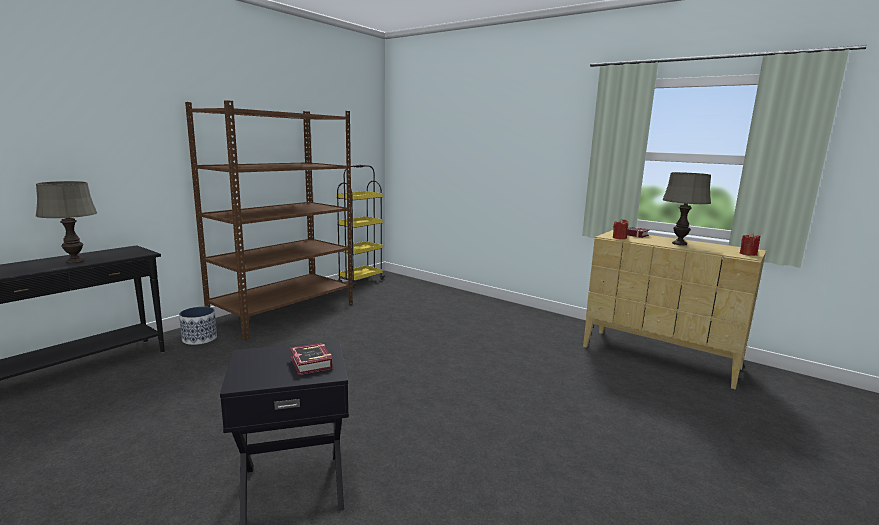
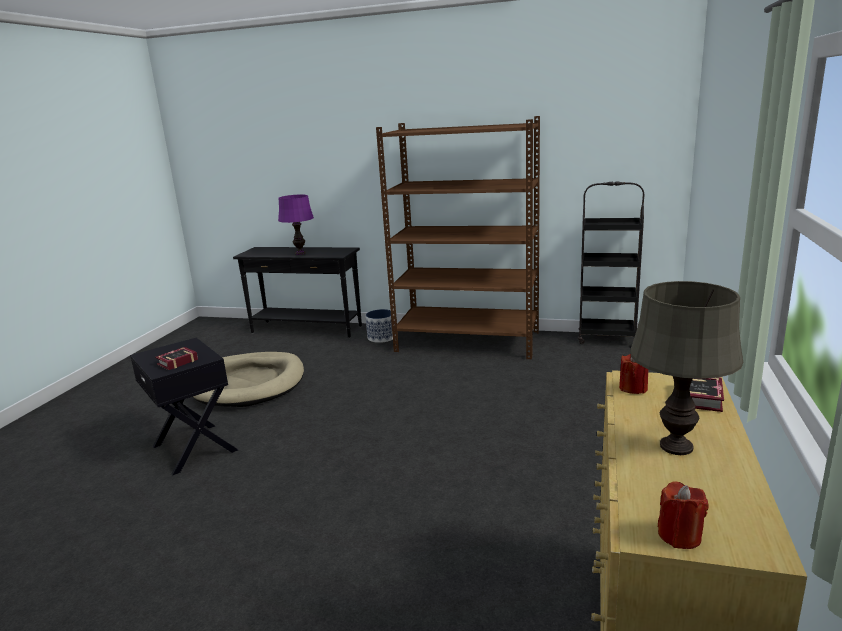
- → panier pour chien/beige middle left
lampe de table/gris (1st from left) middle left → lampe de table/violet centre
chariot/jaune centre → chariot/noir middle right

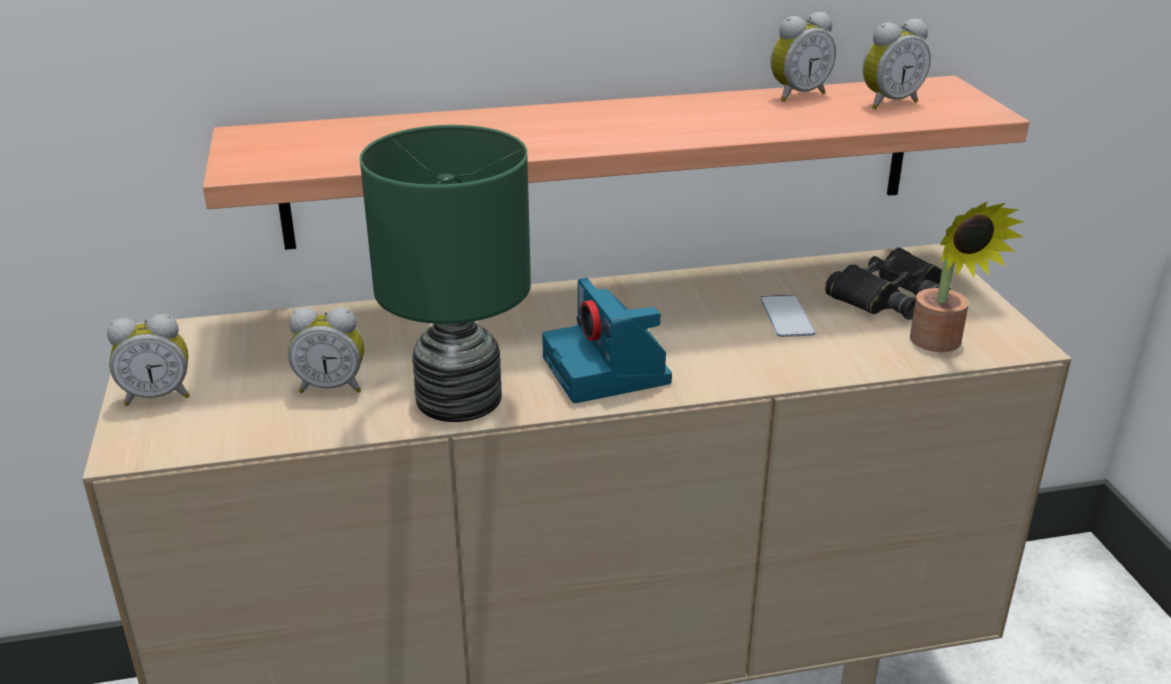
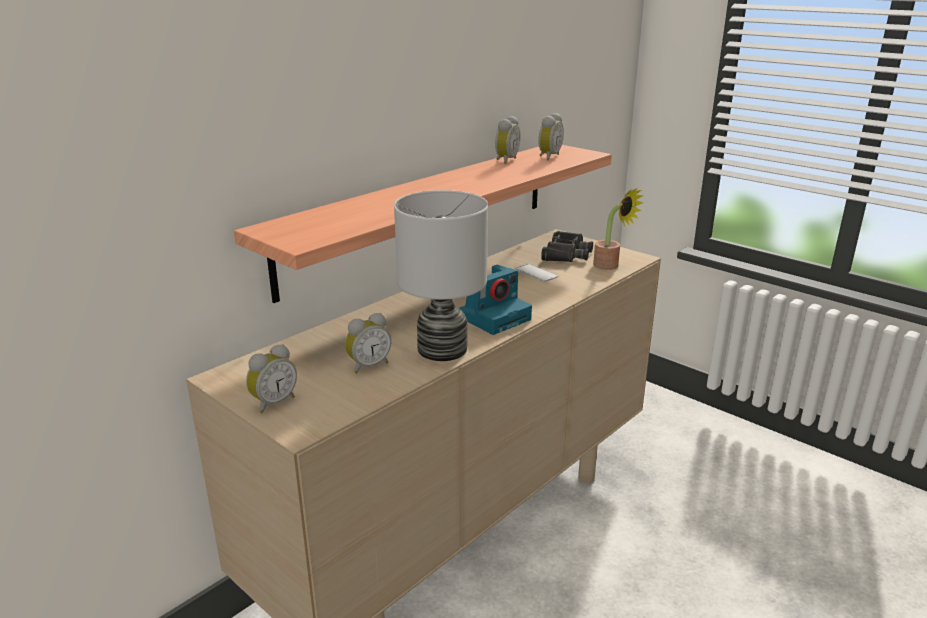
lampe de table/vert centre → lampe de table/gris centre
appareil photo centre, 75 degrees counterclockwise

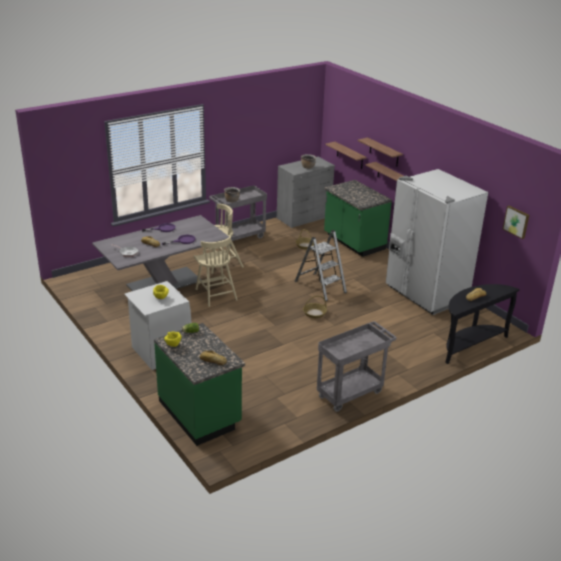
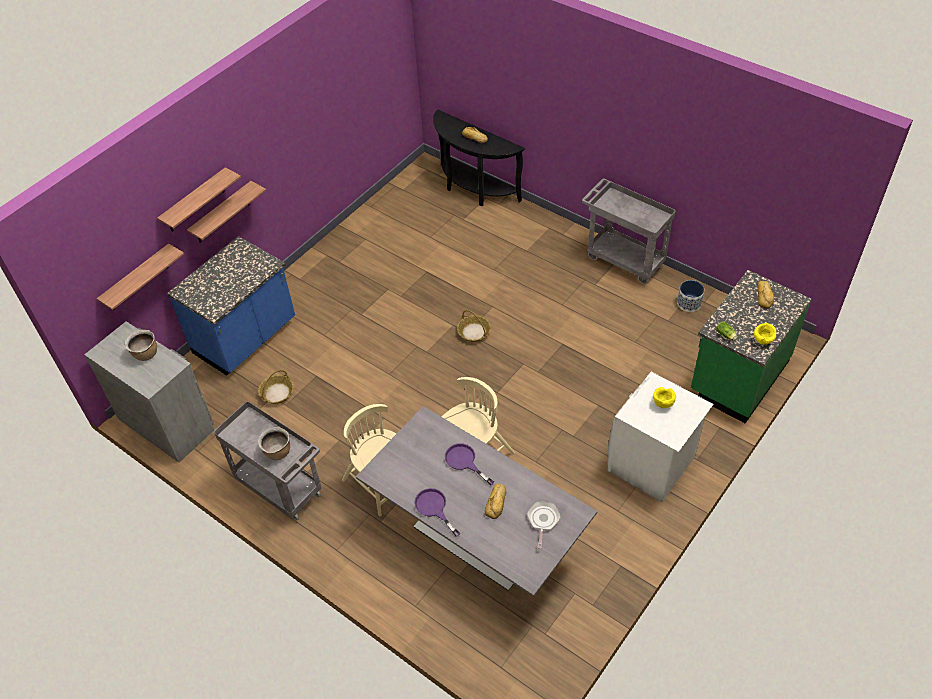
comptoir de cuisine/vert (2nd from left) centre → comptoir de cuisine/bleu middle left
- → cache-pot middle right
escabeau/gris centre → -
réfrigérateur/blanc middle right → -
tableau middle right → -

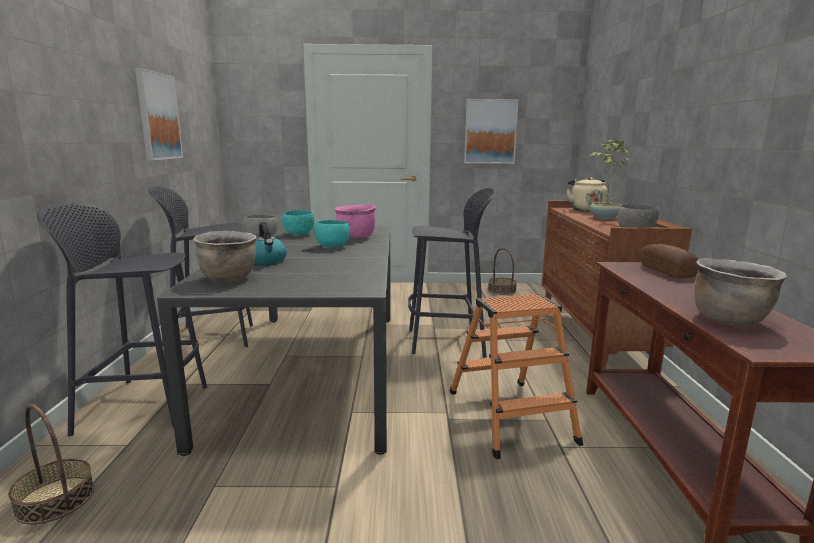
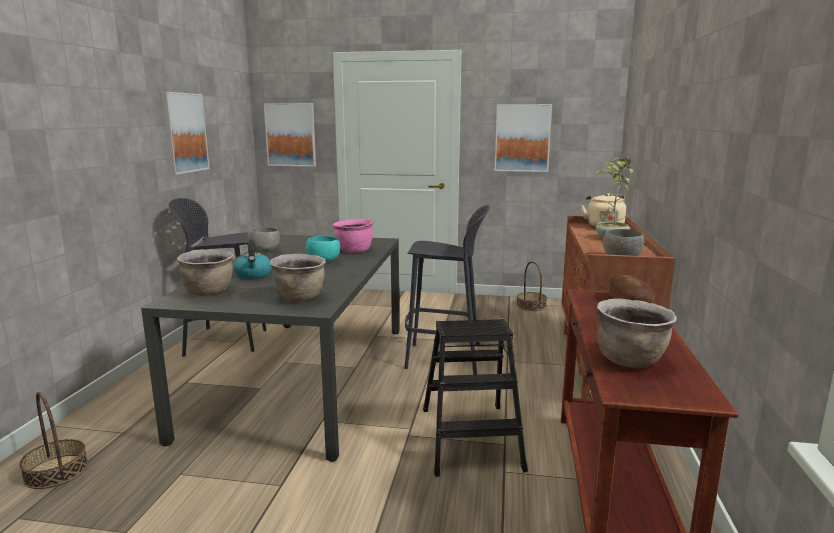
- → tableau (2nd from left) top centre
- → marmite/marron (2nd from left) centre
escabeau/orange bottom centre → escabeau/noir bottom centre
tabouret/gris (1st from left) middle left → -
bol/turquoise (1st from left) centre → -

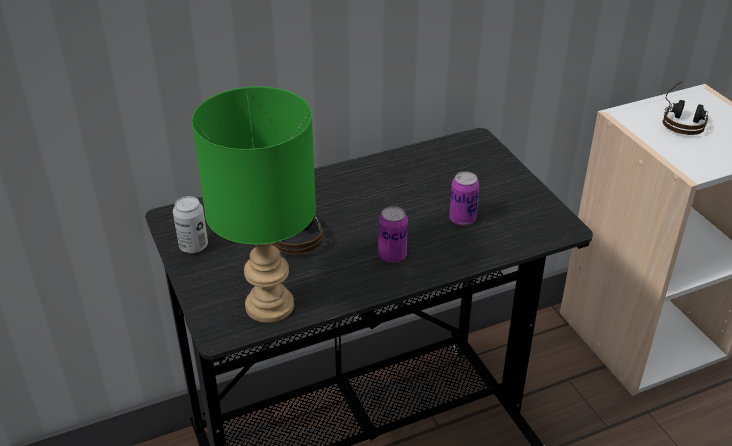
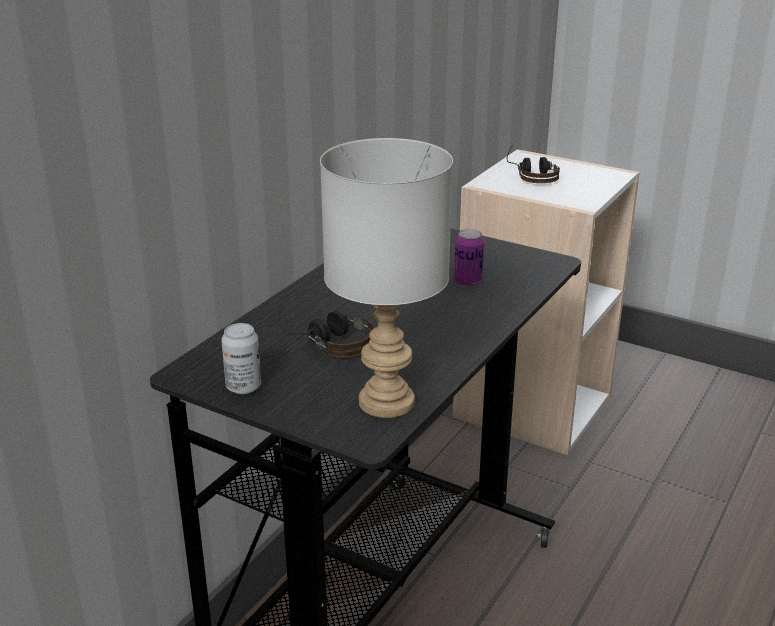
lampe de table/vert centre → lampe de table/gris centre
boîte métallique (2nd from left) centre → -

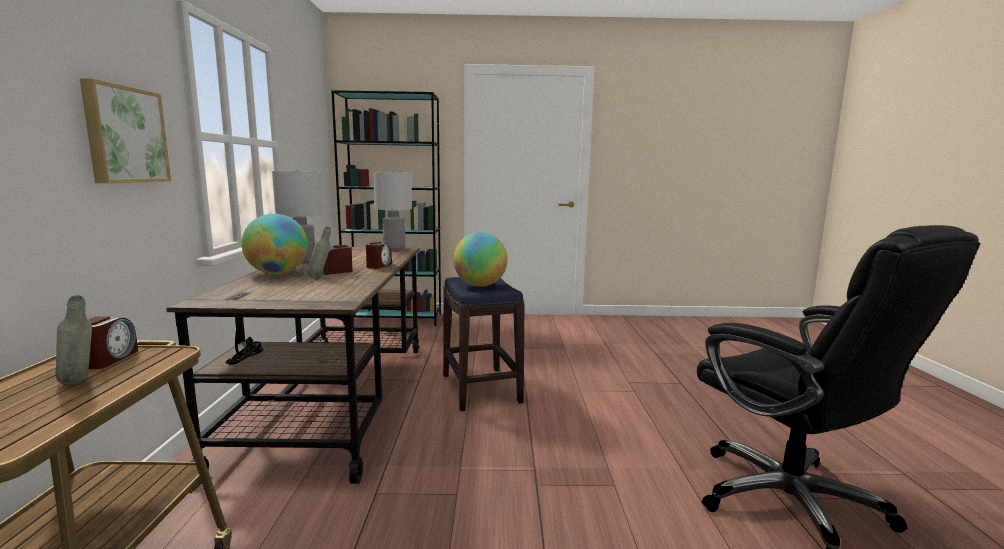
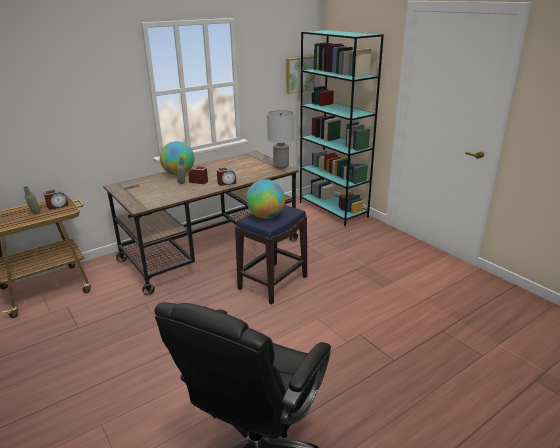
tableau top left → tableau top centre, moved
lampe de table/gris (1st from left) middle left → -

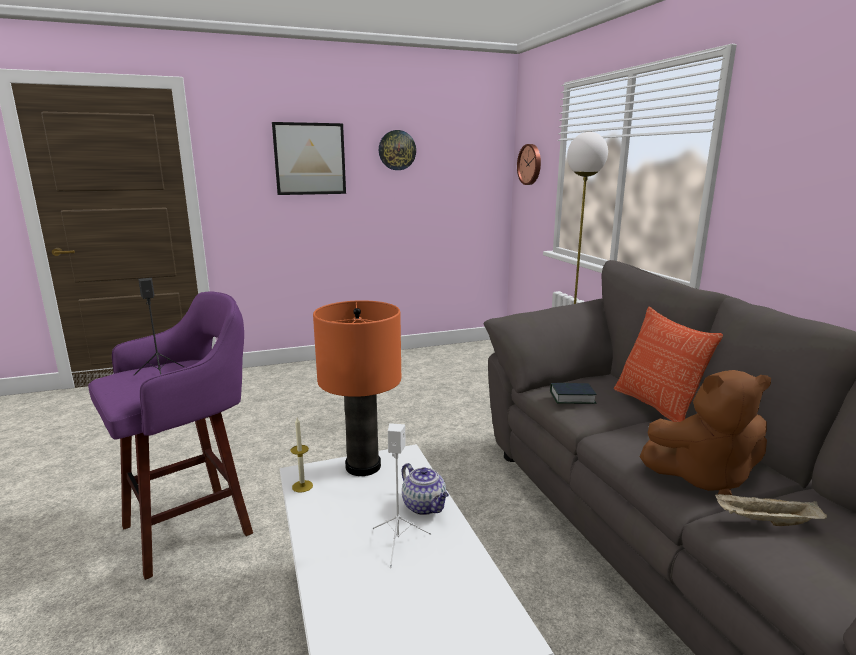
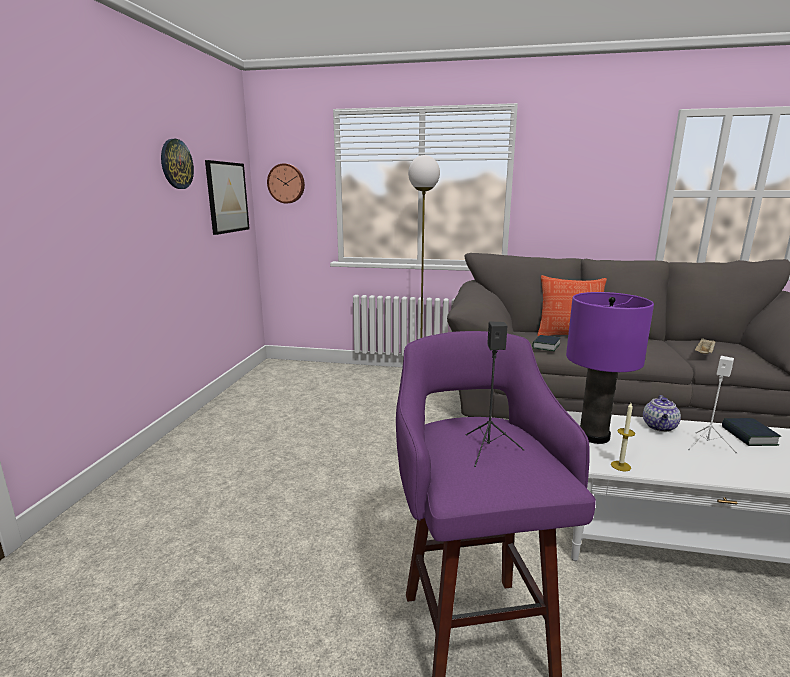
tableau top centre → tableau top left, moved
lampe de table/orange centre → lampe de table/violet middle right
théière bottom centre → théière middle right, 120 degrees clockwise
- → livre (2nd from left) middle right
peluche/marron middle right → -

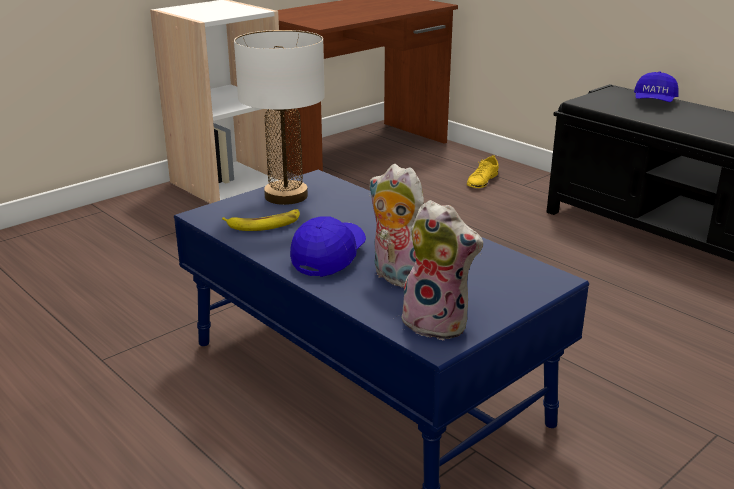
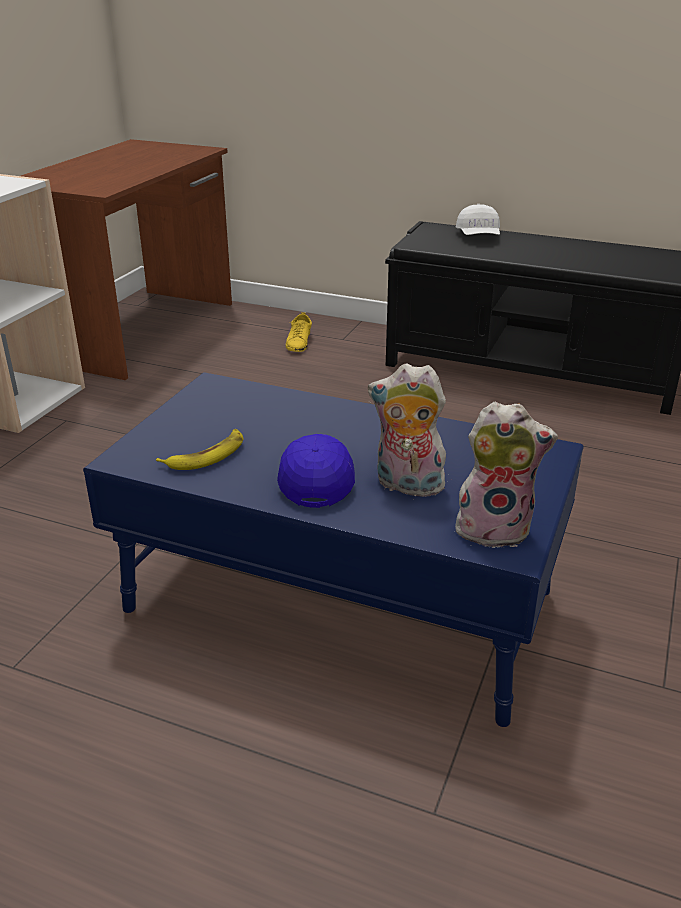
casquette/bleu (2nd from left) top right → casquette/blanc top right
lampe de table top centre → -

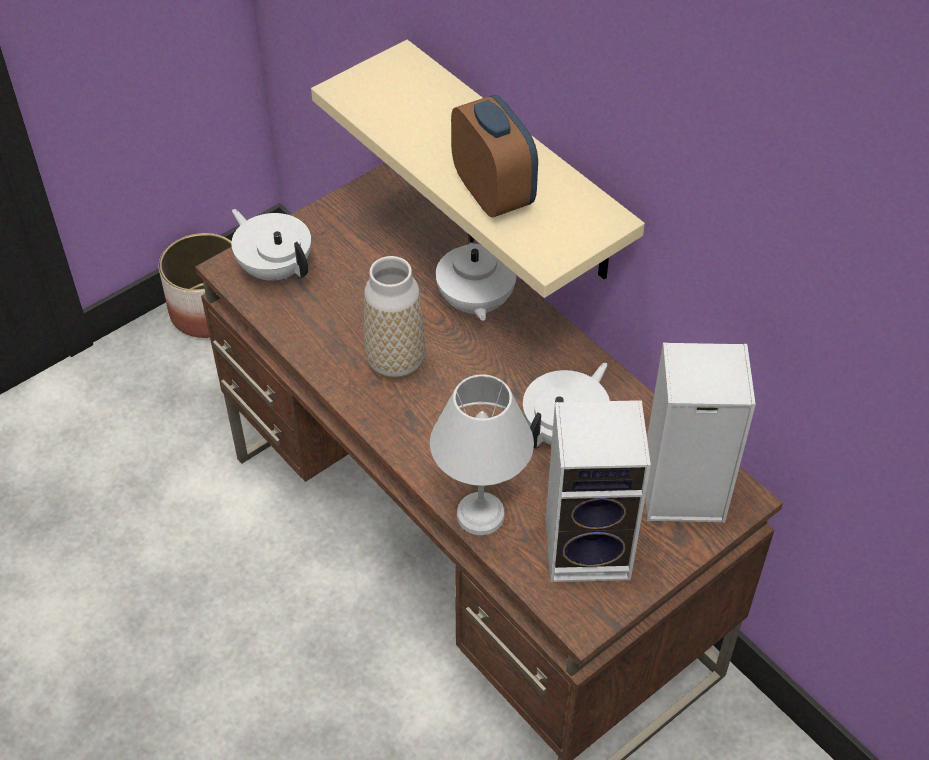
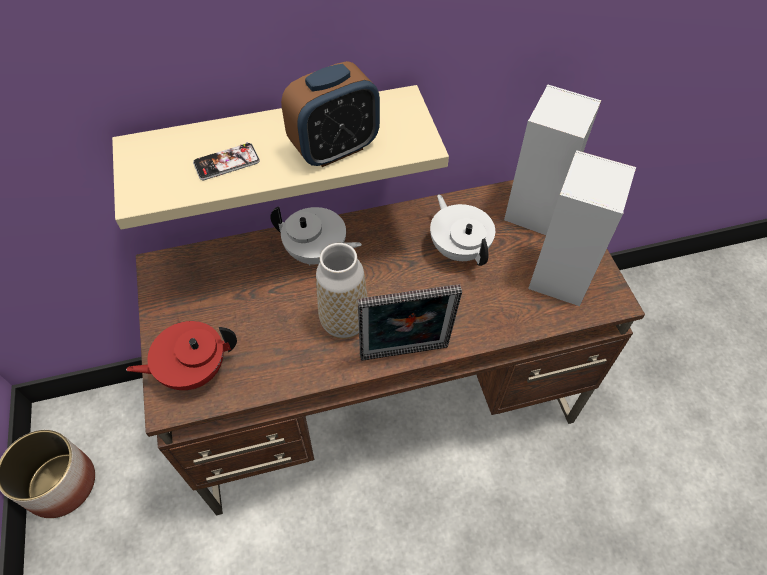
théière/blanc (1st from left) top left → théière/rouge middle left
- → téléphone top left
réveil top centre, 150 degrees clockwise
- → cadre photo centre
lampe de table/blanc centre → -

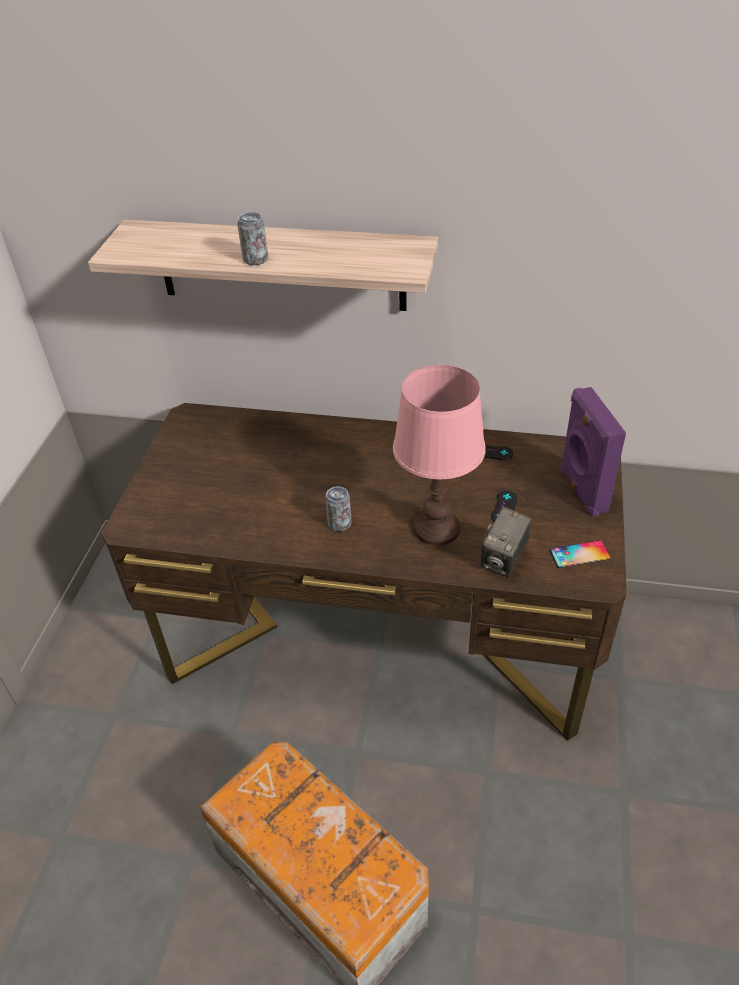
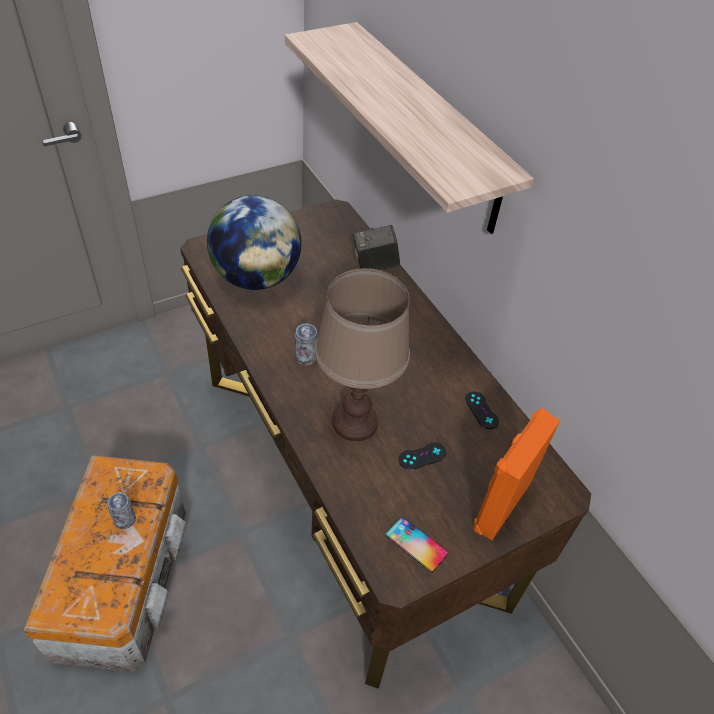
boîte métallique (1st from left) top centre → boîte métallique (1st from left) bottom left, moved
- → globe centre
lampe de table/rose centre → lampe de table/marron centre
appareil photo middle right → appareil photo centre, moved
enceinte/violet middle right → enceinte/orange middle right

